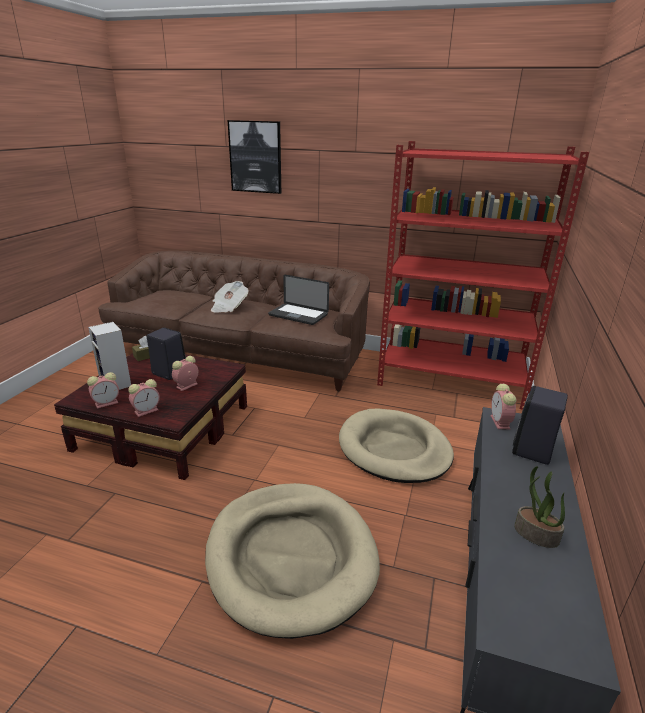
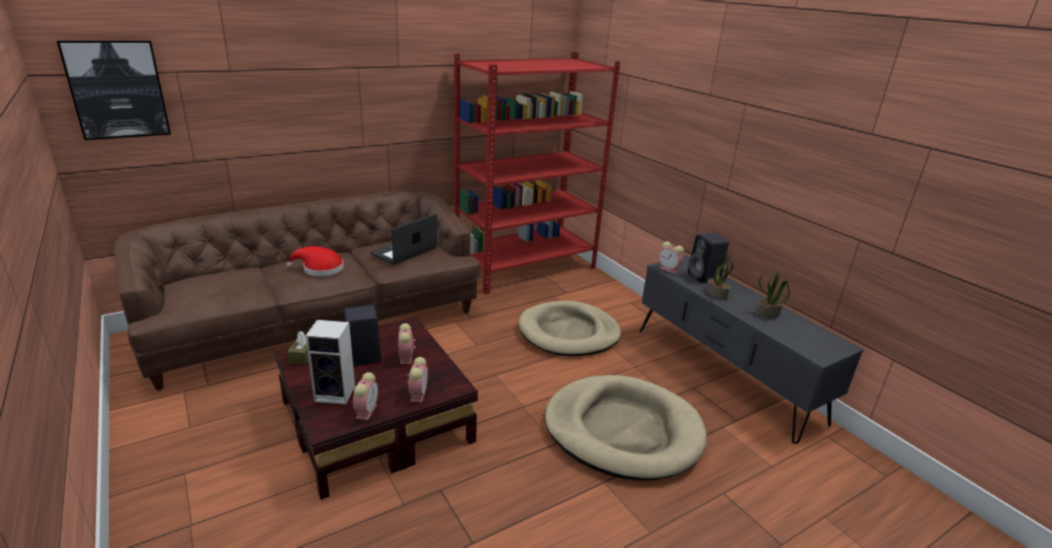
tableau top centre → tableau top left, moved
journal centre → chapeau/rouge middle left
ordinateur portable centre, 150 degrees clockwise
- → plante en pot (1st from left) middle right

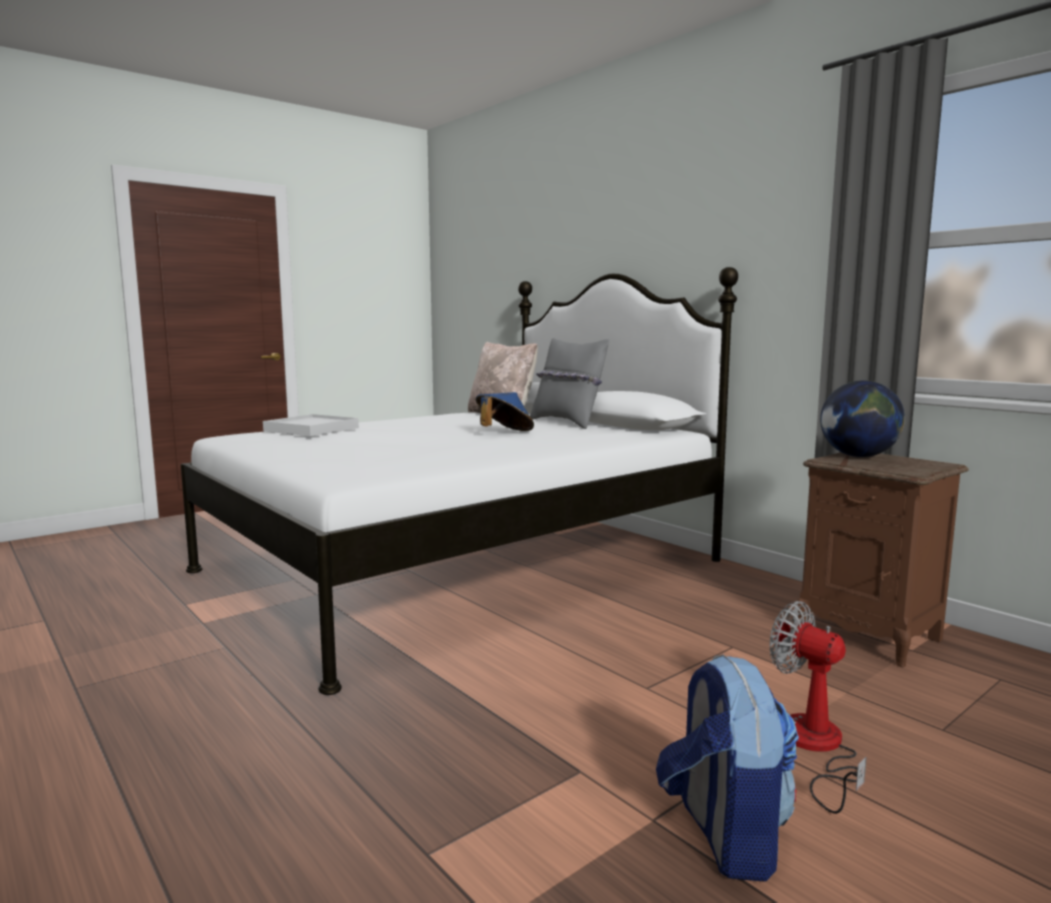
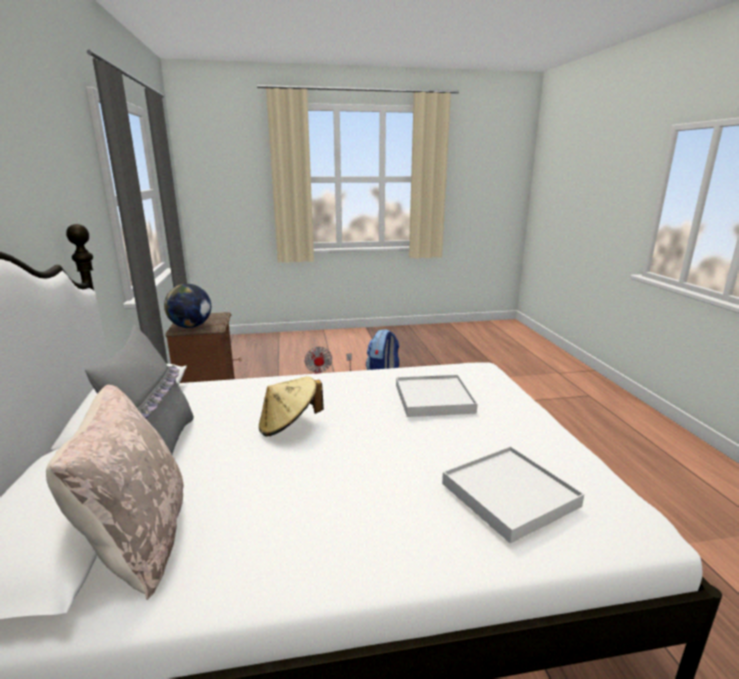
chapeau/bleu centre → chapeau/beige centre
- → plateau/blanc (1st from left) centre

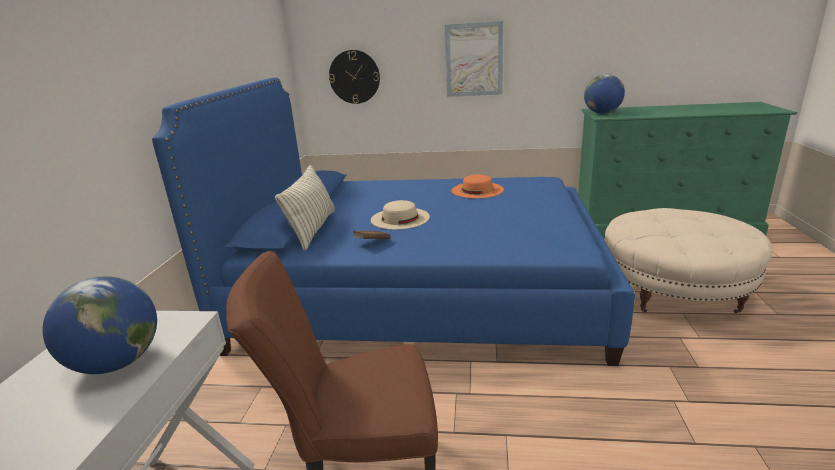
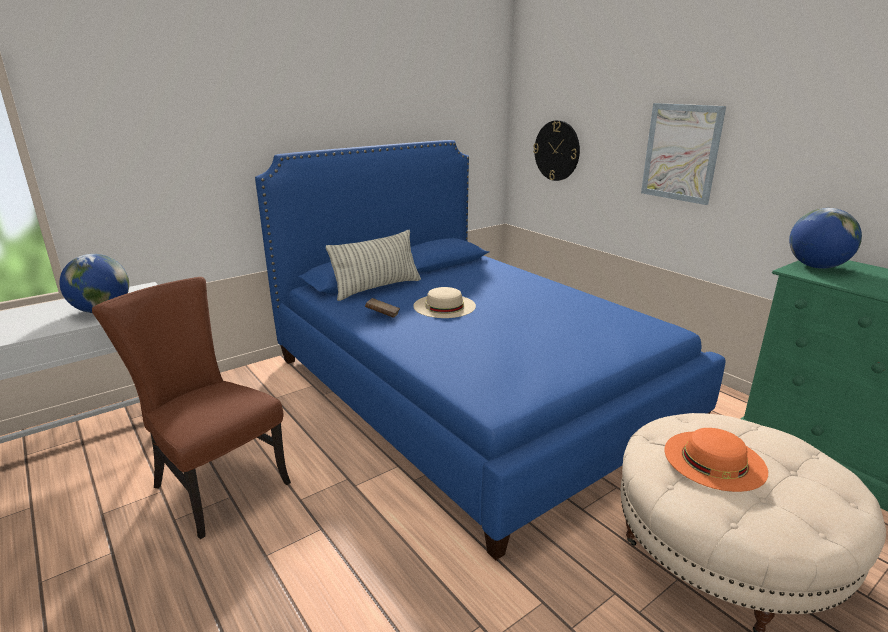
chapeau/orange centre → chapeau/orange bottom right, moved

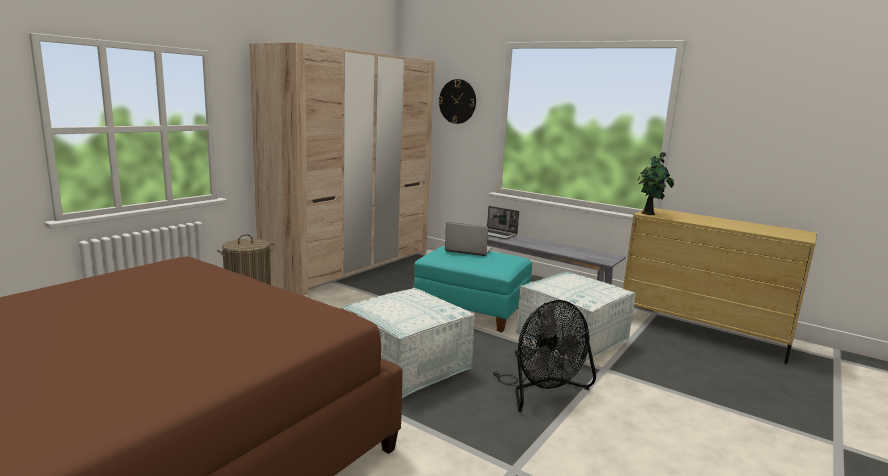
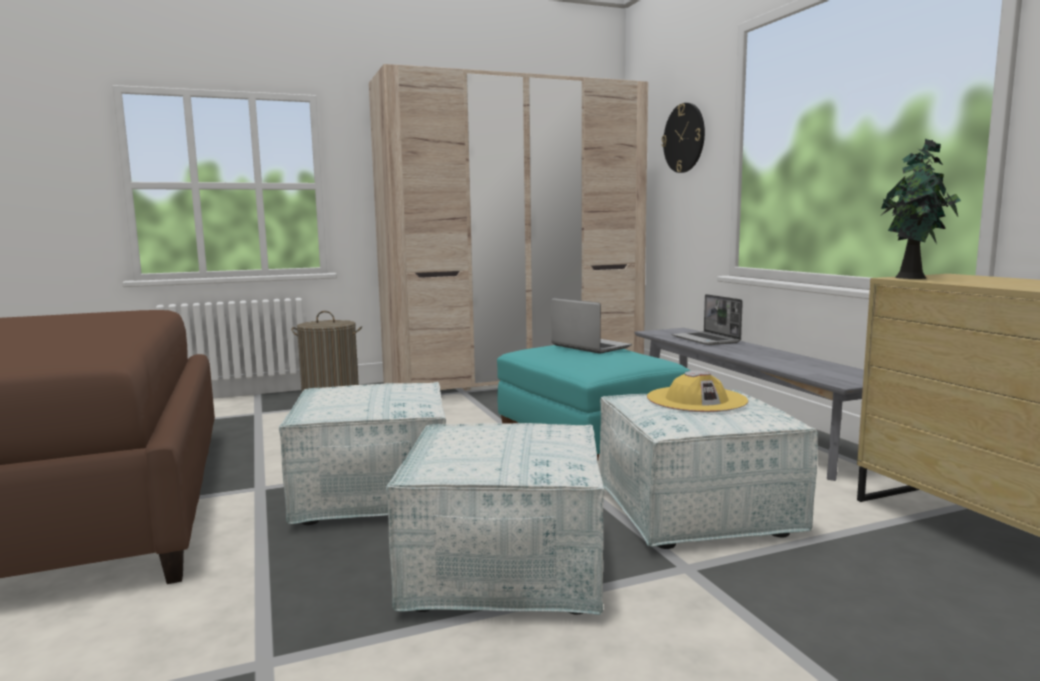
ventilateur/noir bottom centre → pouf/blanc (2nd from left) bottom centre
- → chapeau/jaune middle right

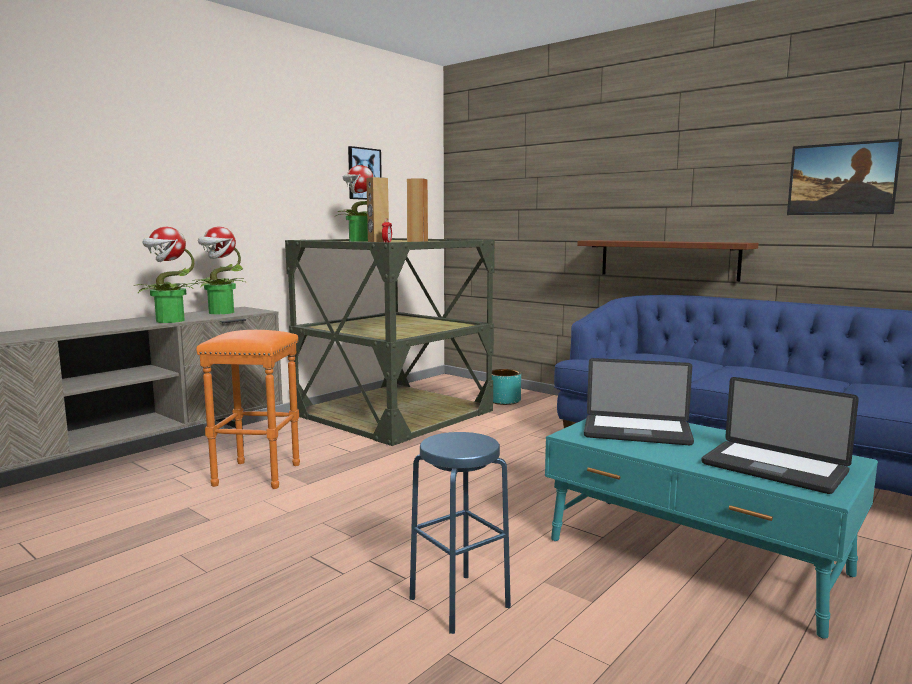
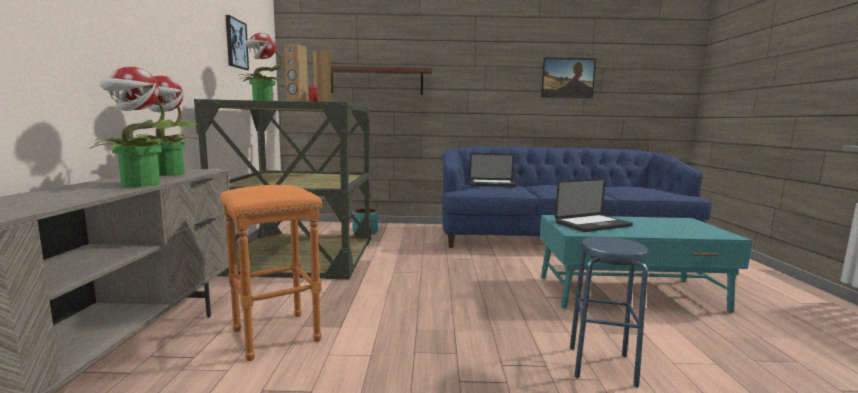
étagère/marron middle right → étagère/marron top centre, moved
ordinateur portable (2nd from left in the first image) middle right → ordinateur portable (1st from left) centre, moved

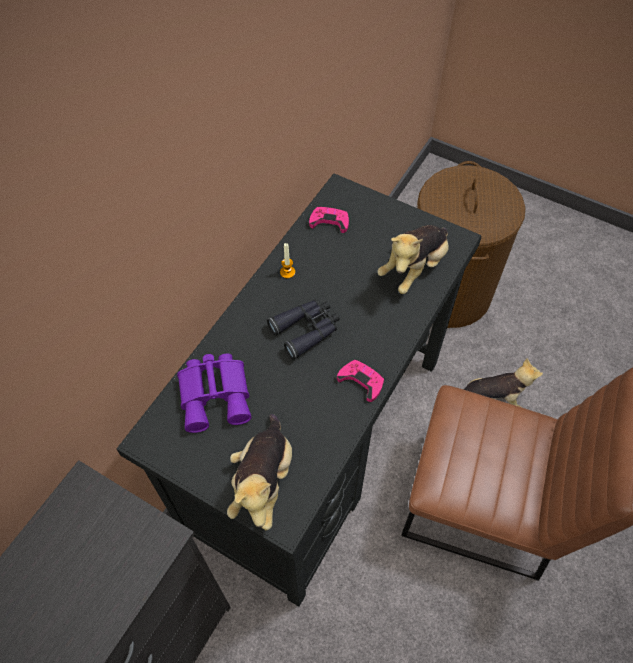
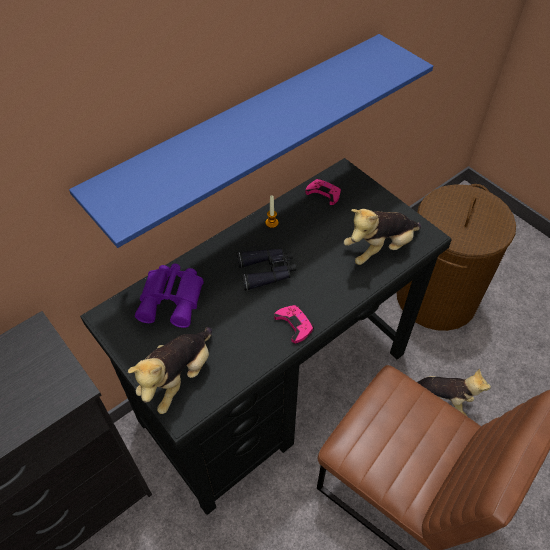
- → étagère/bleu top centre

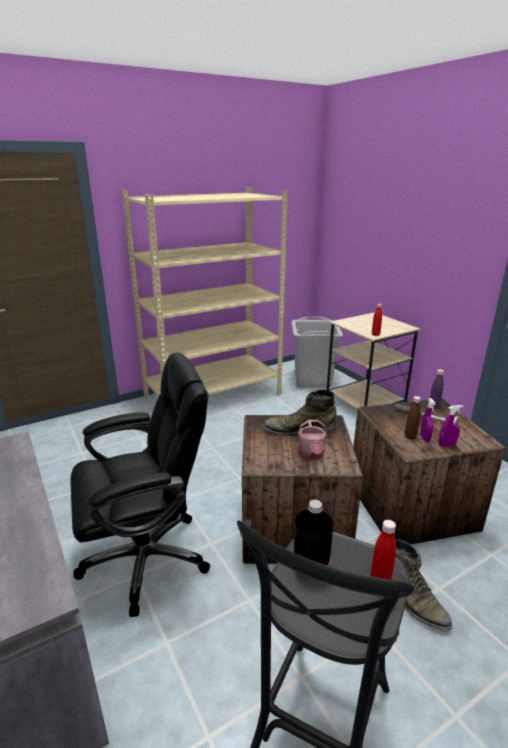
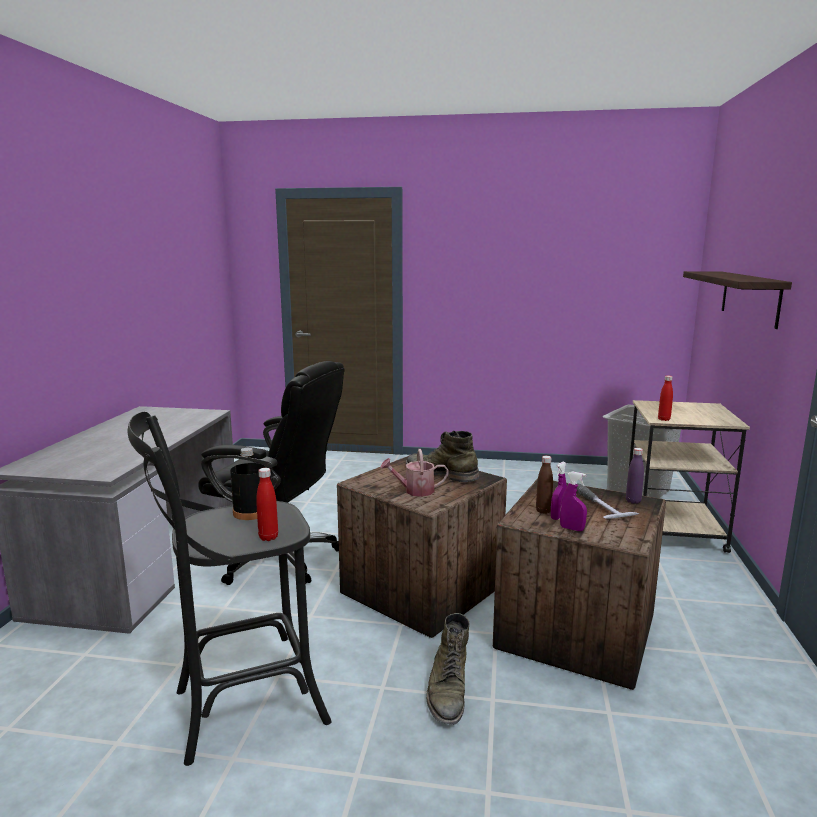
arrosoir centre, 45 degrees clockwise
- → étagère middle right
bibliothèque/beige centre → -

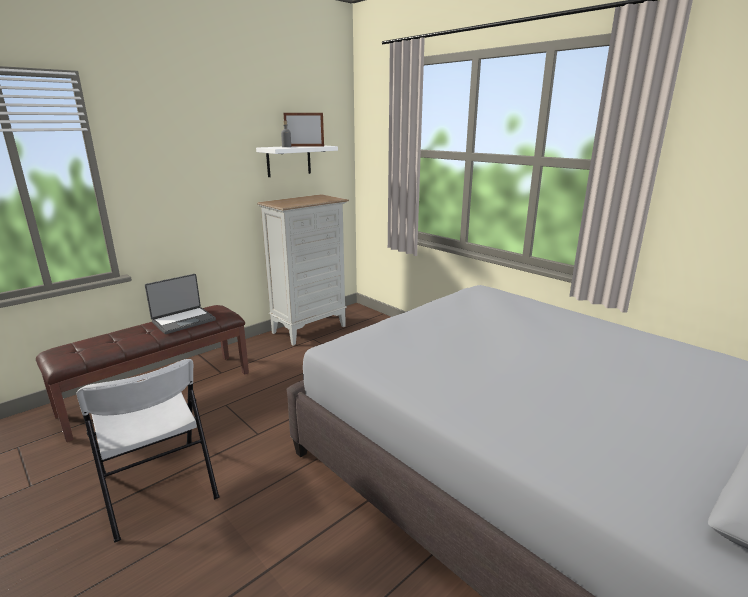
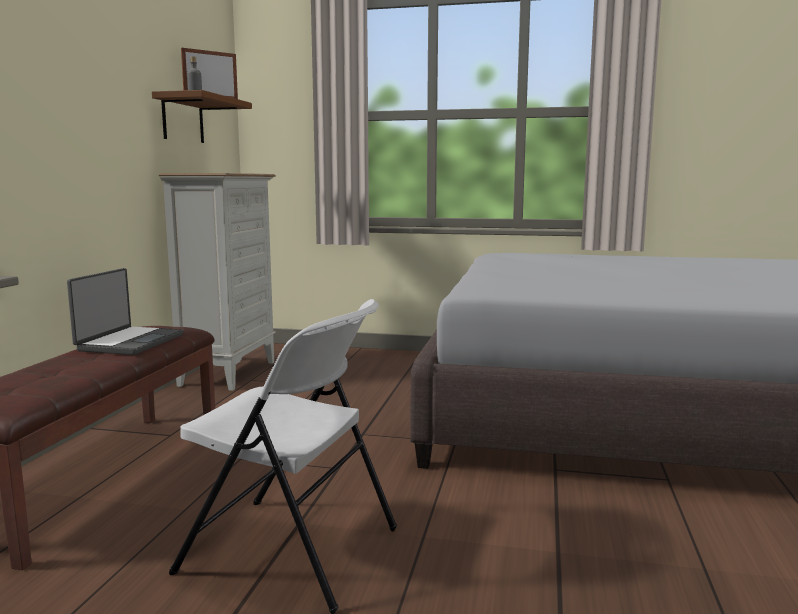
étagère/blanc top centre → étagère/marron top left

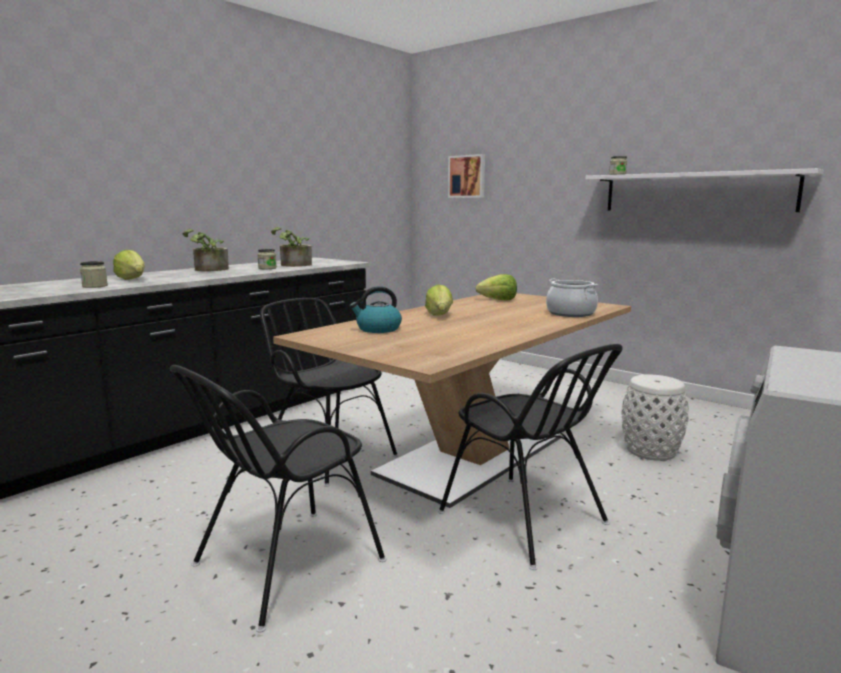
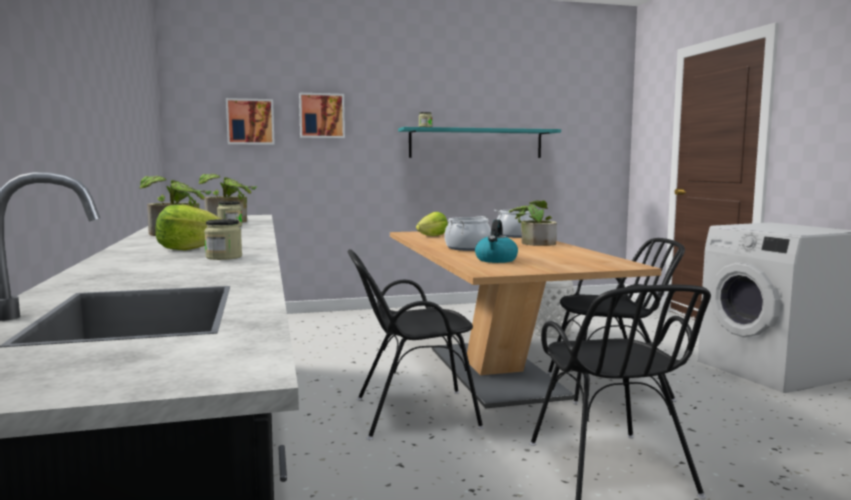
- → tableau (2nd from left) top centre
étagère/blanc top right → étagère/turquoise top centre
laitue (2nd from left) centre → marmite (1st from left) centre
- → plante en pot (3rd from left) centre

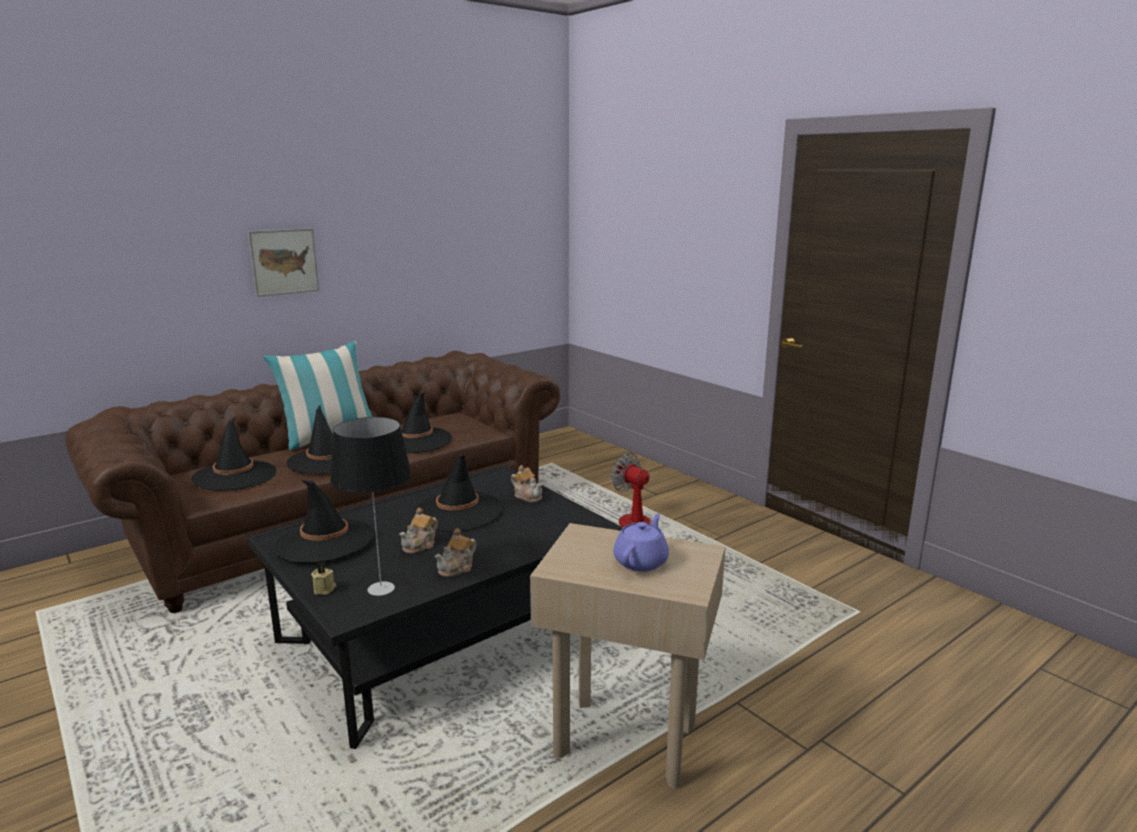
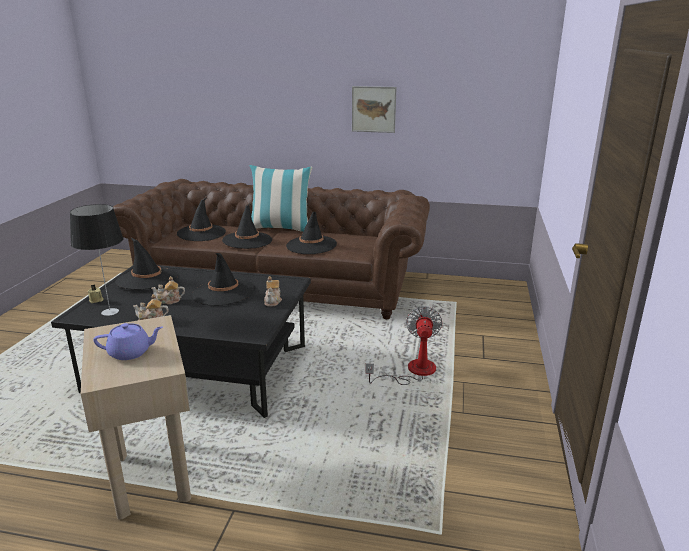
tableau top left → tableau top centre, moved

